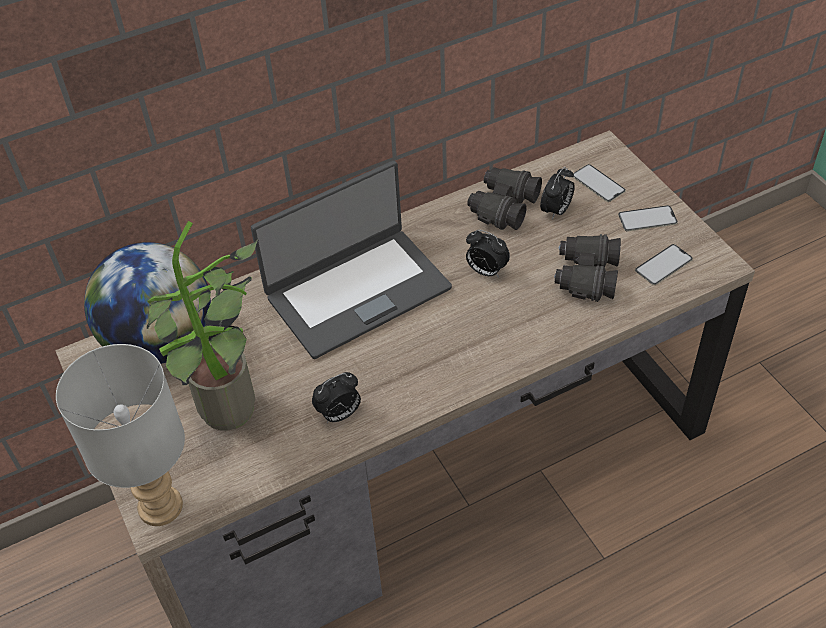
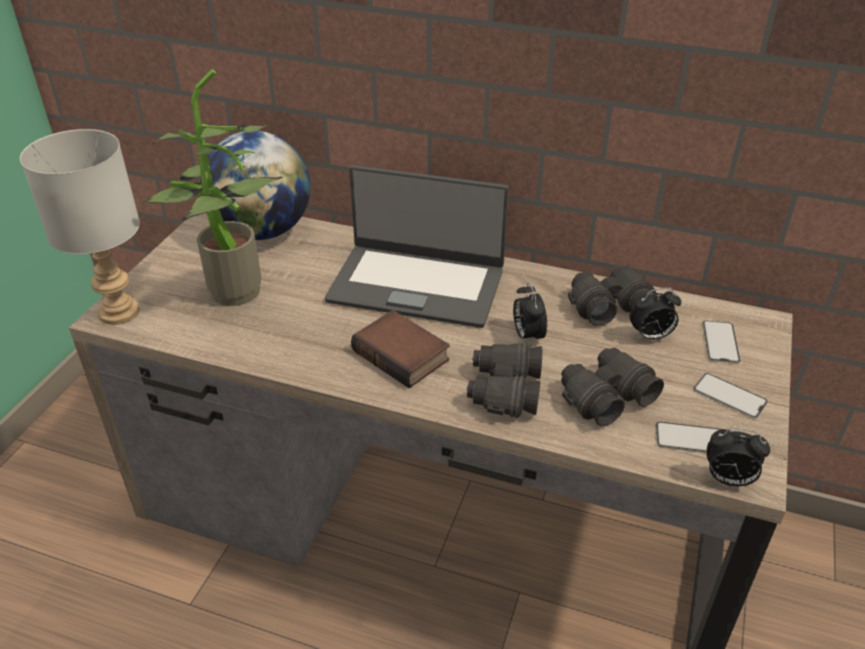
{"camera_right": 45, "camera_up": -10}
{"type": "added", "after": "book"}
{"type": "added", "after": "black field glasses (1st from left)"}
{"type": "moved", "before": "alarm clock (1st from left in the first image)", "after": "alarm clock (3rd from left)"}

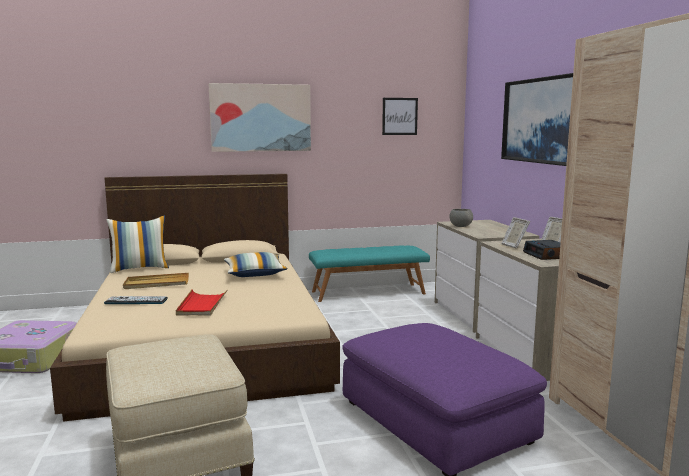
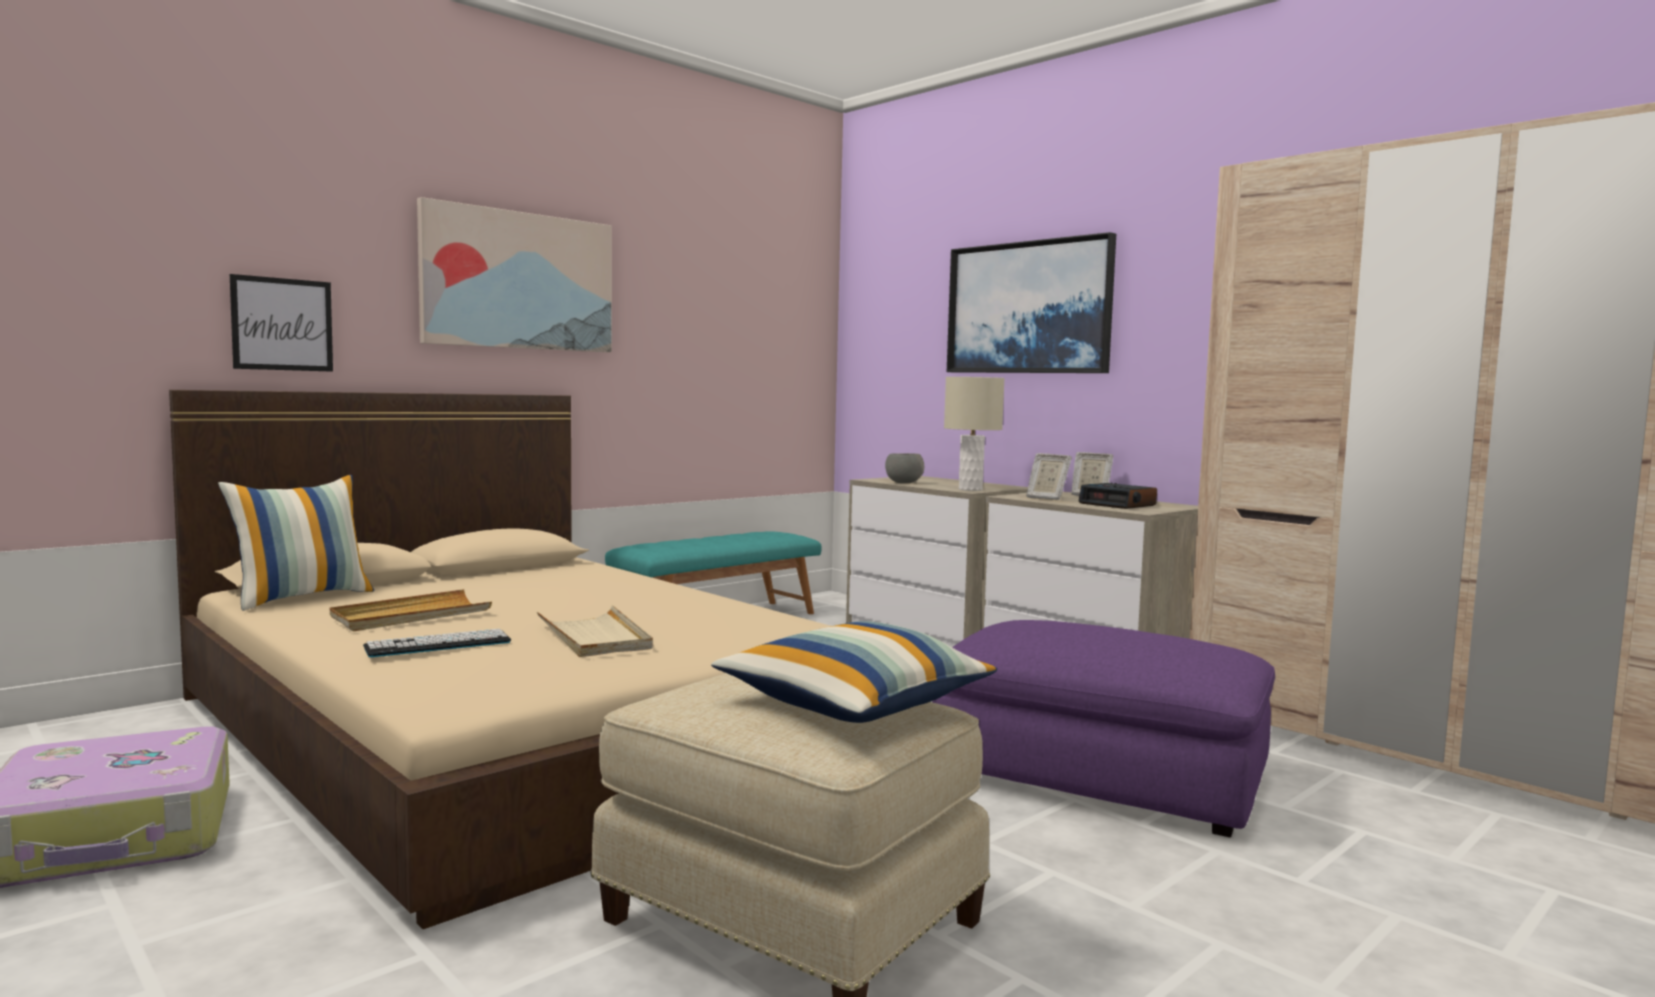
{"camera_right": -30, "camera_up": -5}
{"type": "moved", "before": "wall art (2nd from left in the first image)", "after": "wall art (1st from left)"}
{"type": "recoloured", "before": "red-coloured serving tray", "after": "beige-coloured serving tray (2nd from left)"}
{"type": "moved", "before": "pillow (2nd from left)"}
{"type": "added", "after": "beige-coloured tabletop lamp"}

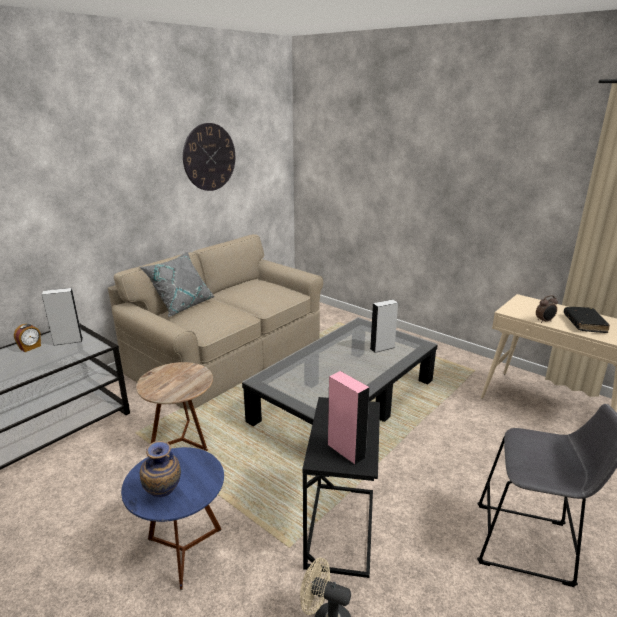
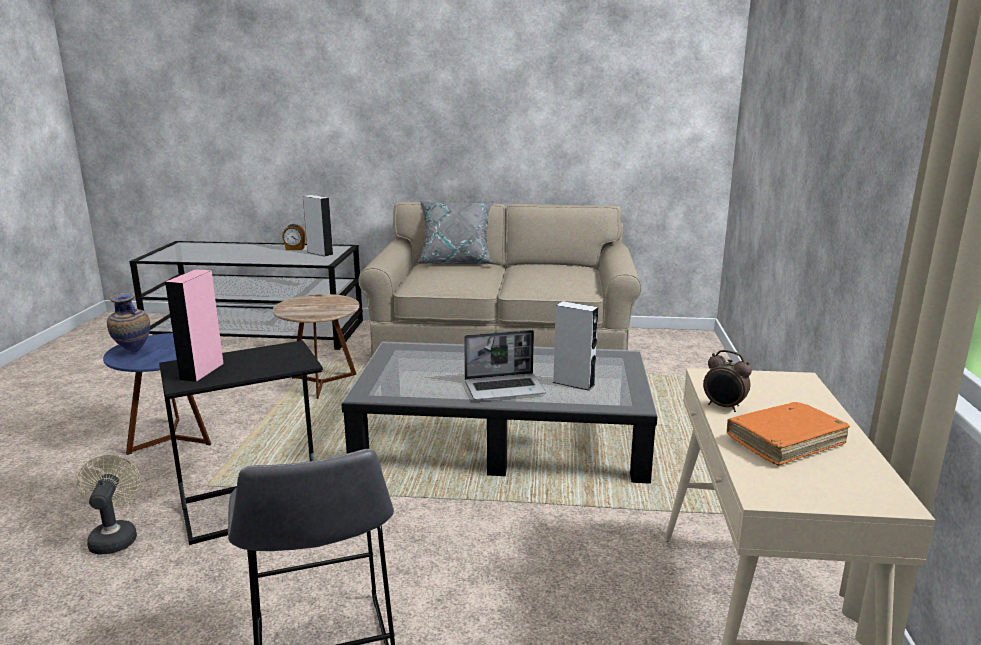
{"camera_right": 55, "camera_up": -5}
{"type": "added", "after": "portable computer"}
{"type": "recoloured", "before": "black book", "after": "orange book"}
{"type": "removed", "before": "wall clock"}

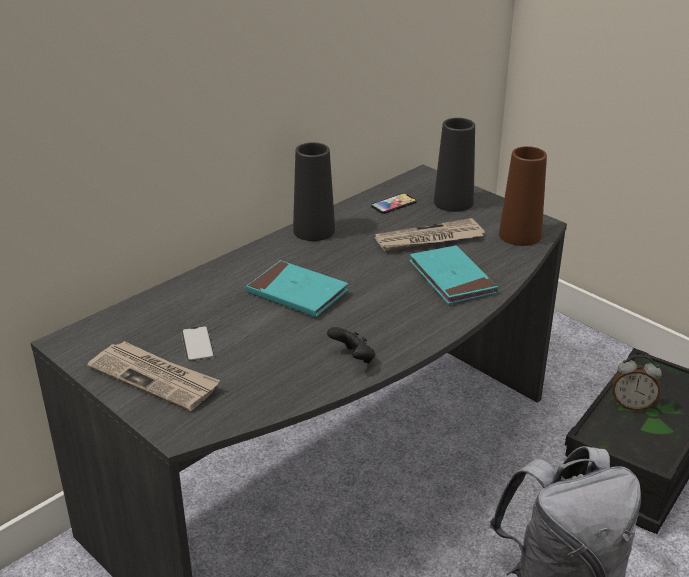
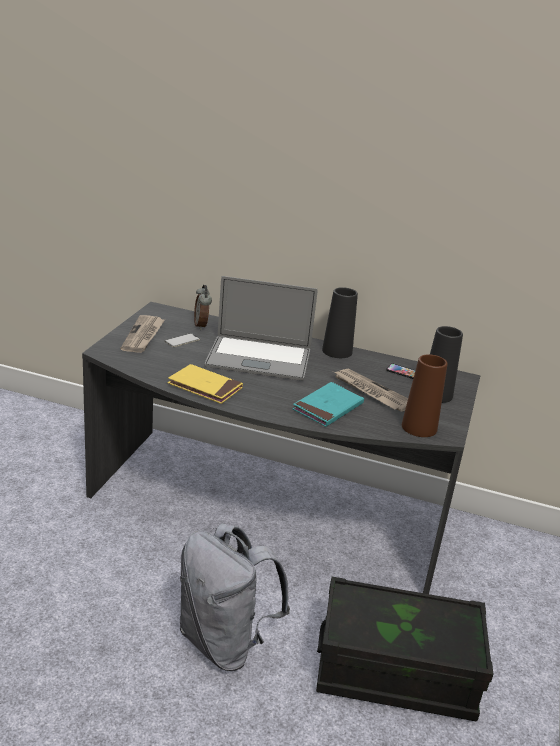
{"camera_right": 60, "camera_up": -5}
{"type": "replaced", "before": "black joypad", "after": "yellow-coloured book"}
{"type": "moved", "before": "alarm clock"}
{"type": "replaced", "before": "turquoise-coloured book (1st from left)", "after": "portable computer"}

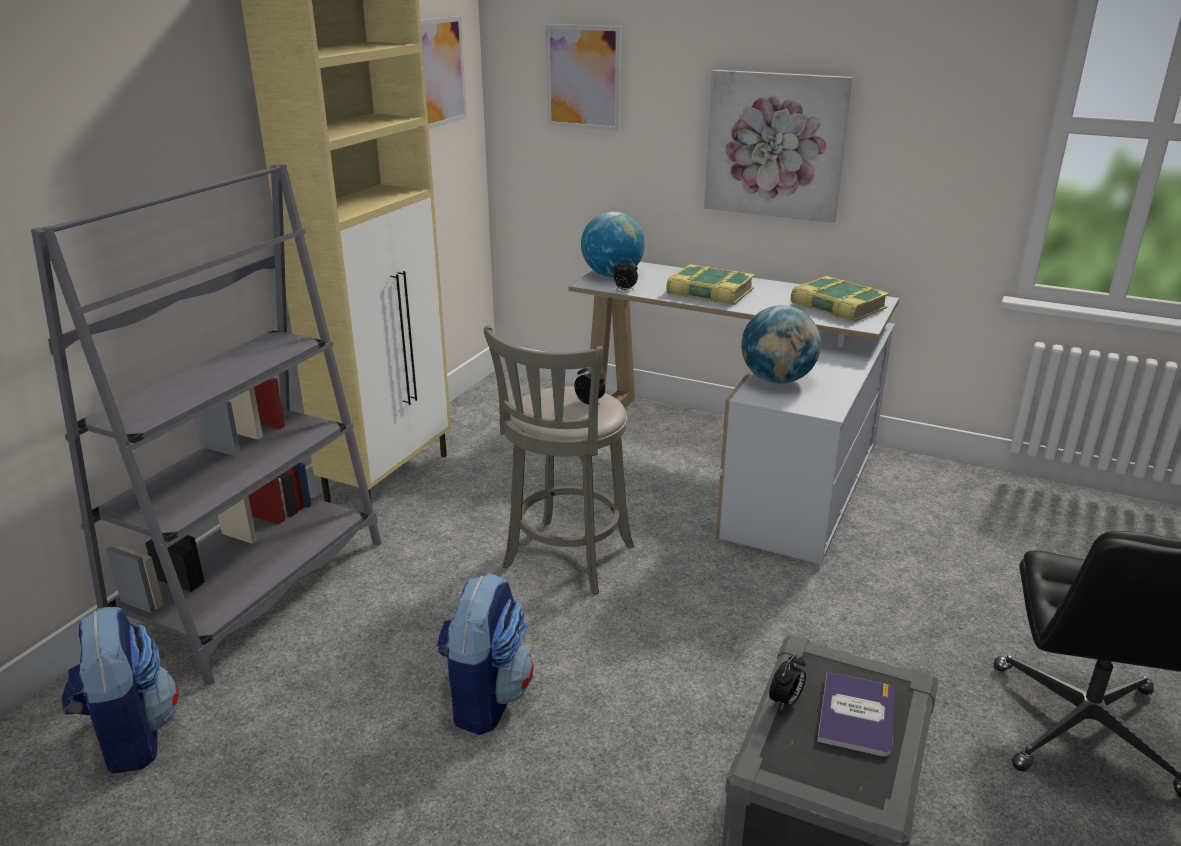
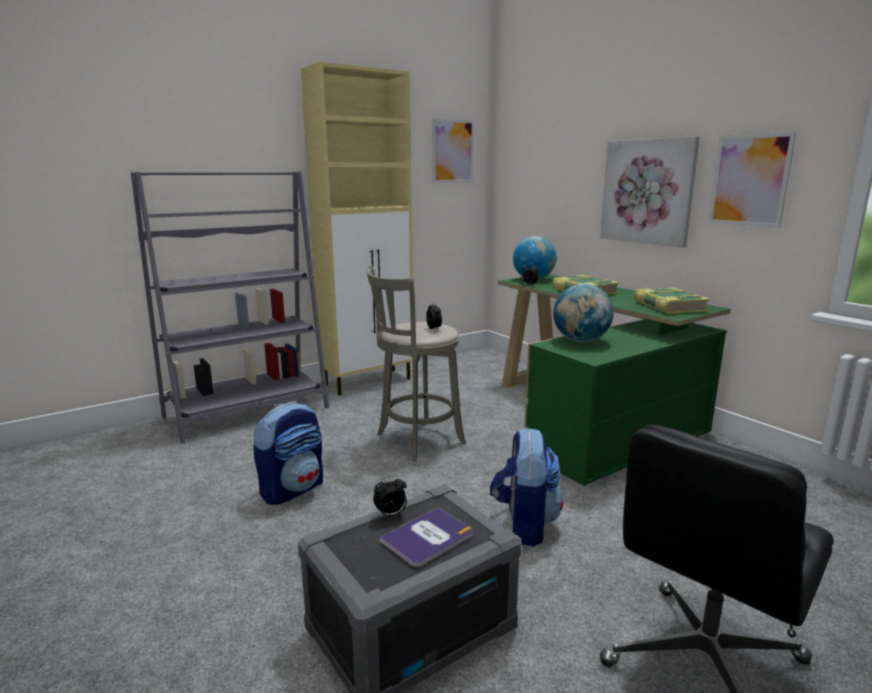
{"camera_right": 30, "camera_up": -10}
{"type": "moved", "before": "knapsack (1st from left in the first image)", "after": "knapsack (2nd from left)"}
{"type": "recoloured", "before": "whitish desk unit", "after": "green desk unit"}
{"type": "moved", "before": "wall art (2nd from left in the first image)", "after": "wall art (3rd from left)"}

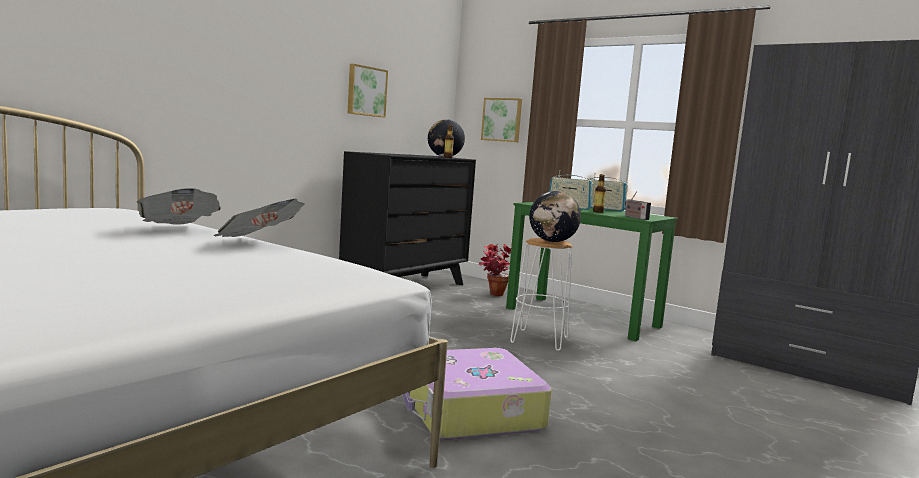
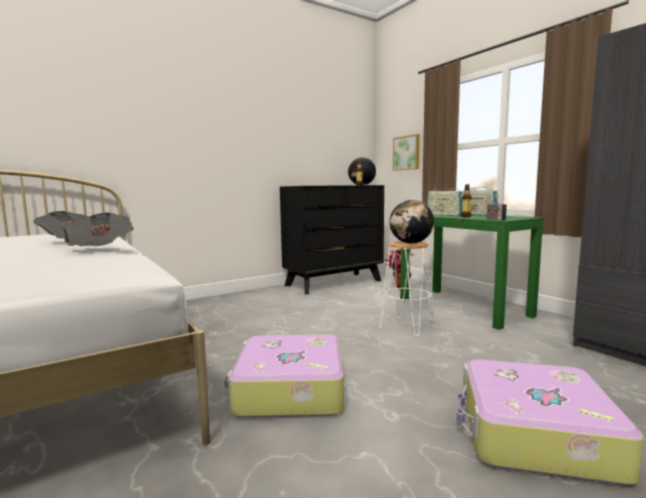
{"camera_right": 20, "camera_up": 0}
{"type": "added", "after": "travel case (2nd from left)"}
{"type": "removed", "before": "wall art (1st from left)"}

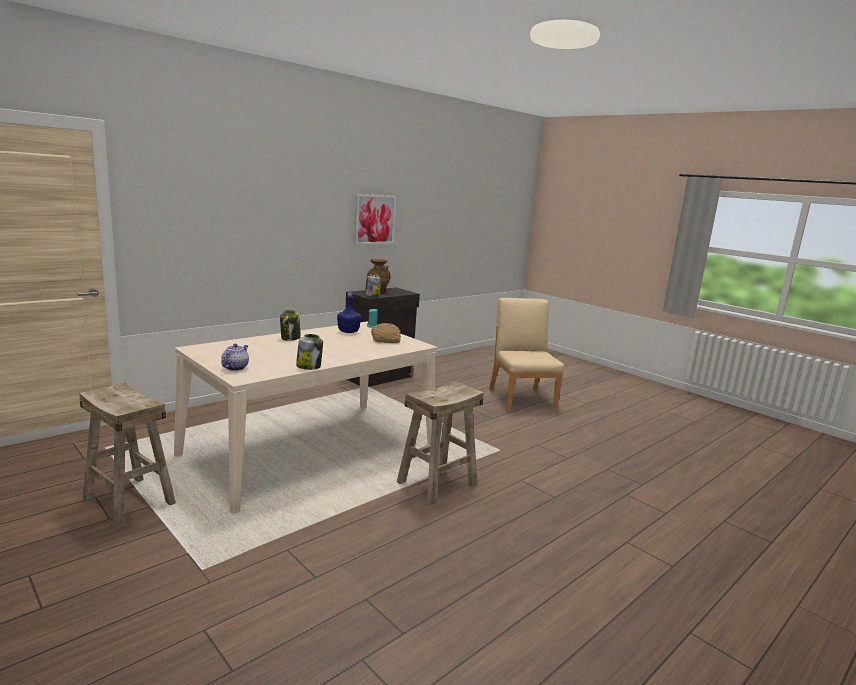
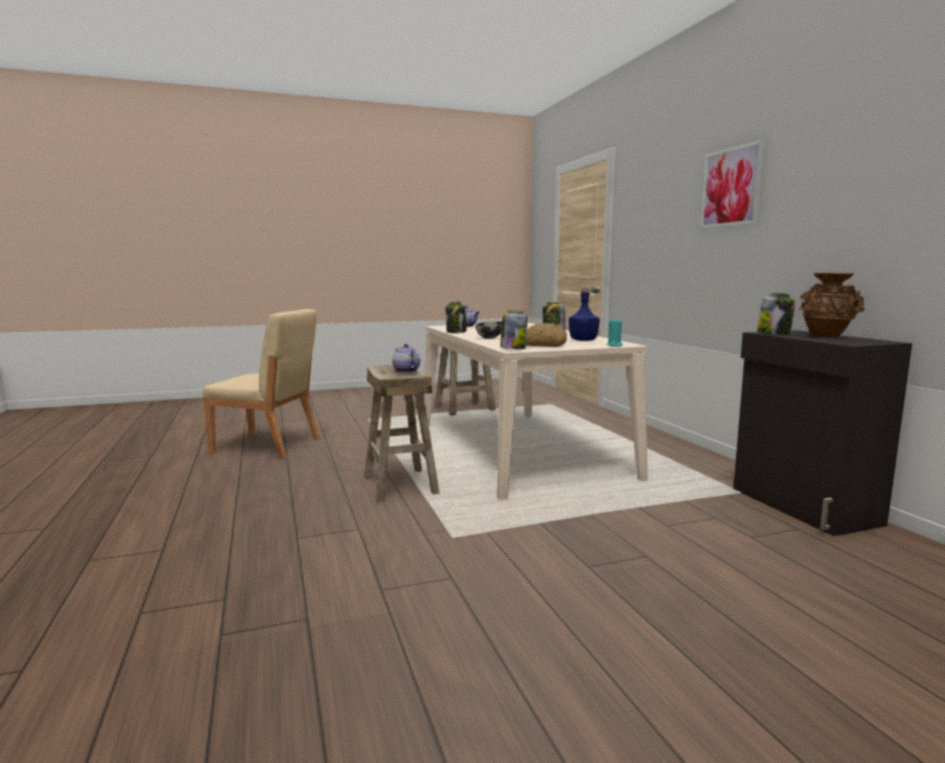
{"camera_right": 115, "camera_up": -5}
{"type": "moved", "before": "beige-coloured chair"}
{"type": "added", "after": "teapot (1st from left)"}
{"type": "added", "after": "bowl"}
{"type": "added", "after": "preserve jar (2nd from left)"}
{"type": "moved", "before": "wall art"}

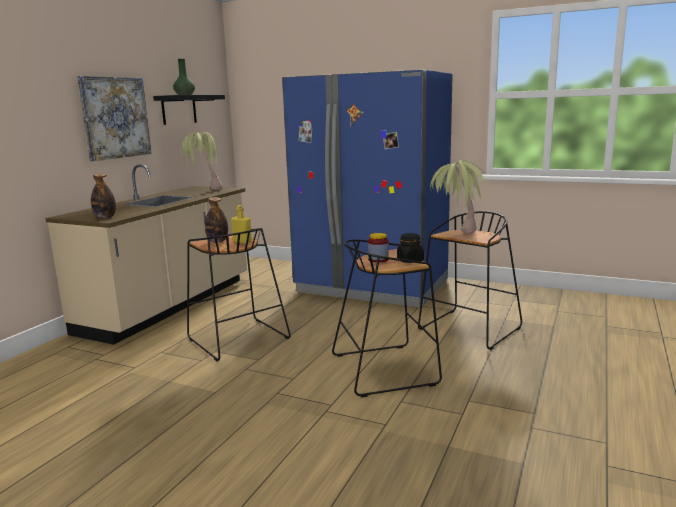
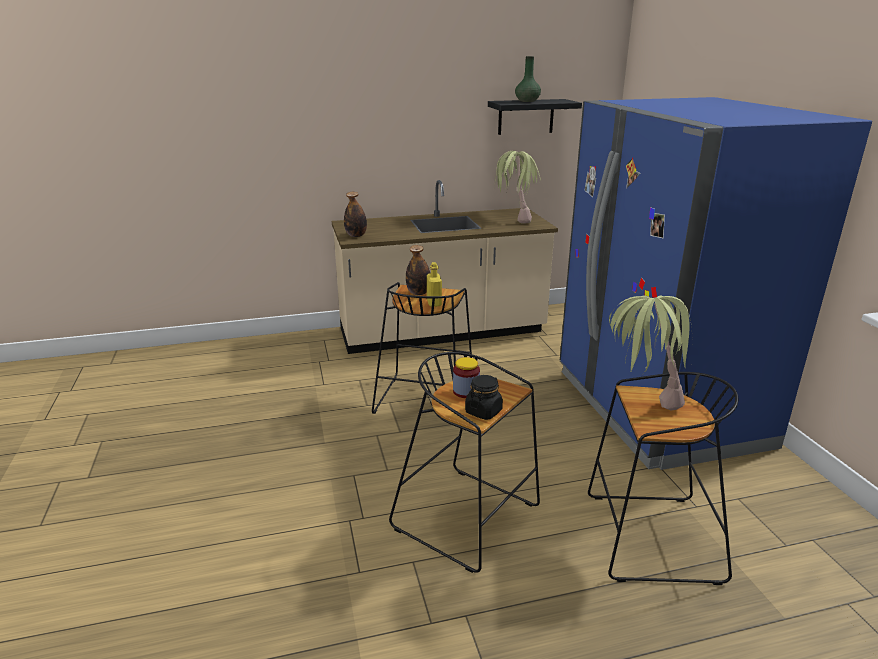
{"camera_right": 50, "camera_up": 10}
{"type": "removed", "before": "wall art"}

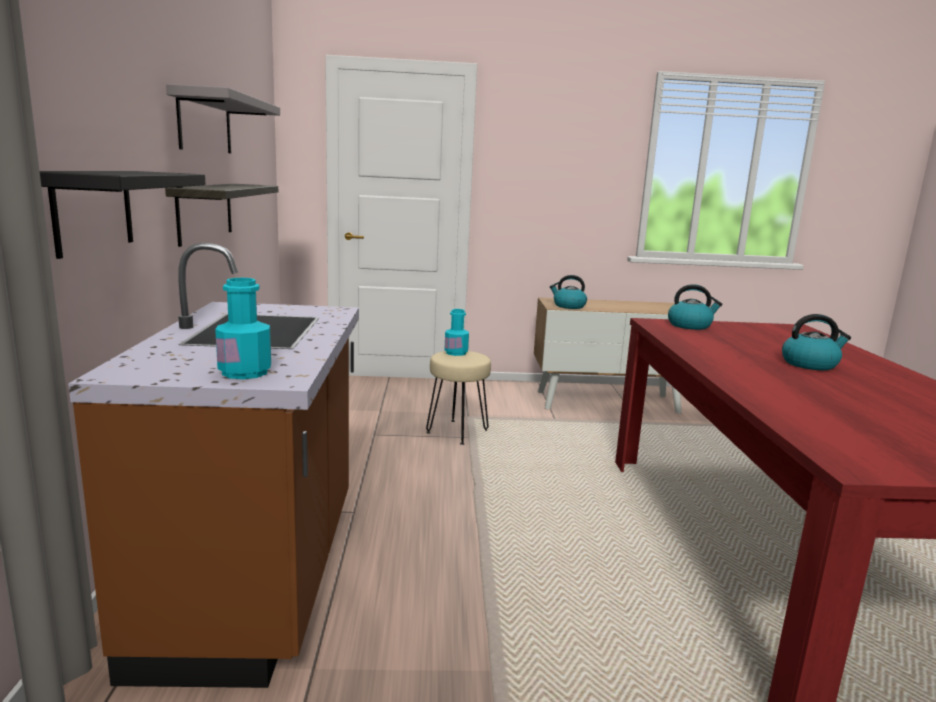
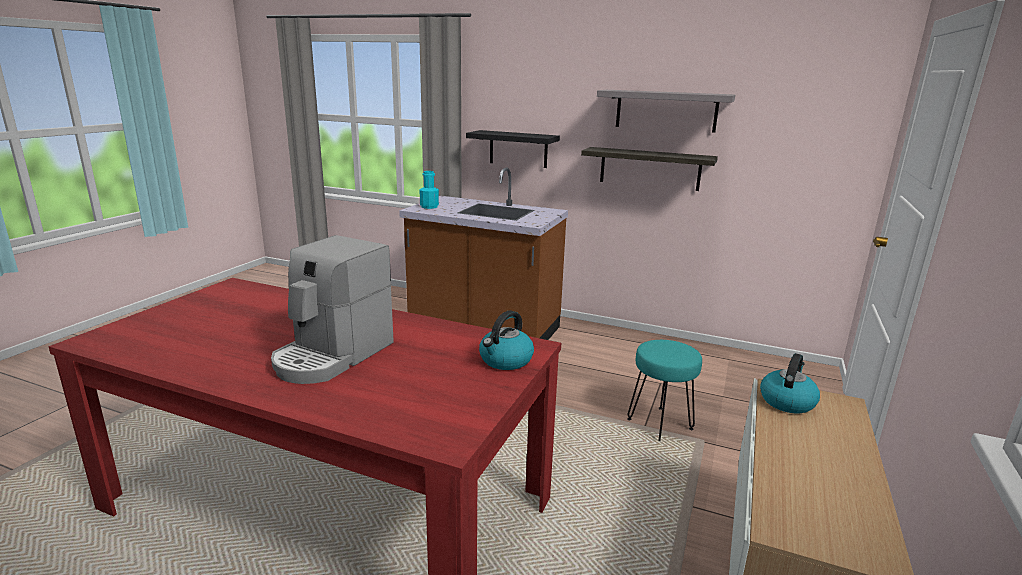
{"camera_right": 115, "camera_up": 5}
{"type": "replaced", "before": "tea kettle (3rd from left)", "after": "coffee maker"}
{"type": "recoloured", "before": "beige-coloured sitting stool", "after": "turquoise-coloured sitting stool"}
{"type": "removed", "before": "turquoise-coloured bottle (2nd from left)"}

